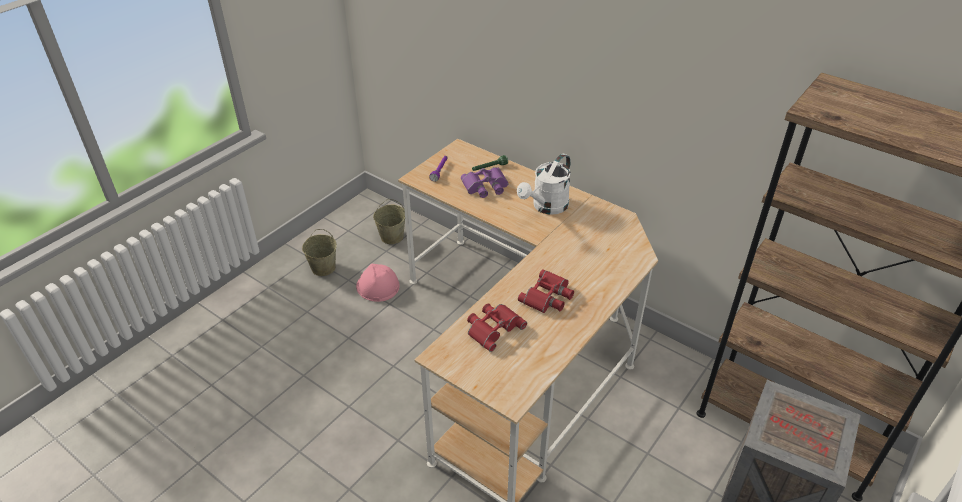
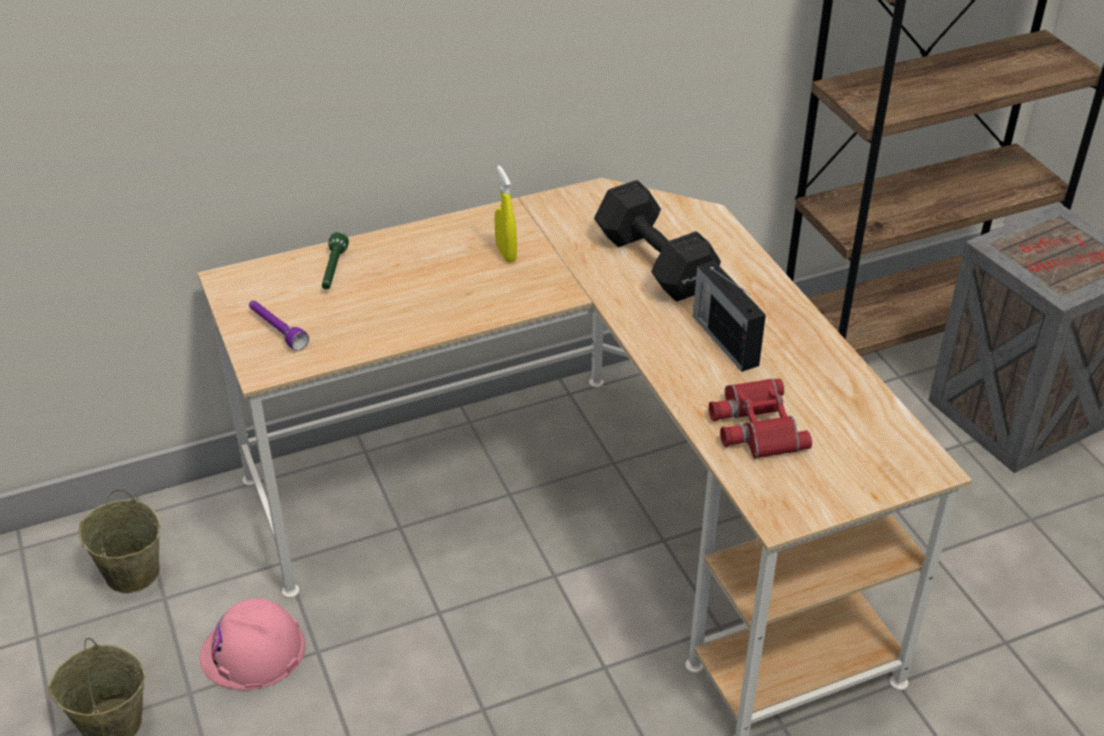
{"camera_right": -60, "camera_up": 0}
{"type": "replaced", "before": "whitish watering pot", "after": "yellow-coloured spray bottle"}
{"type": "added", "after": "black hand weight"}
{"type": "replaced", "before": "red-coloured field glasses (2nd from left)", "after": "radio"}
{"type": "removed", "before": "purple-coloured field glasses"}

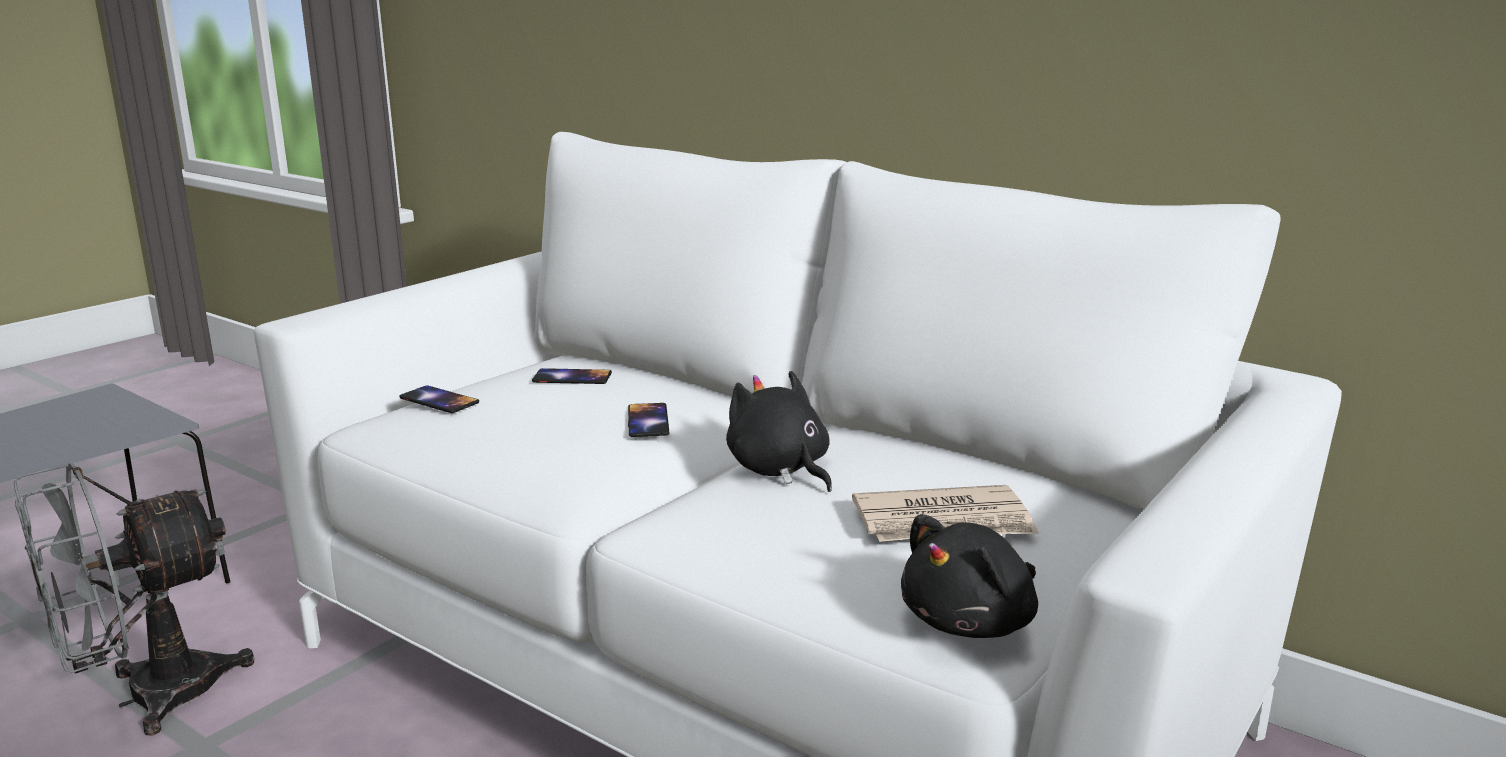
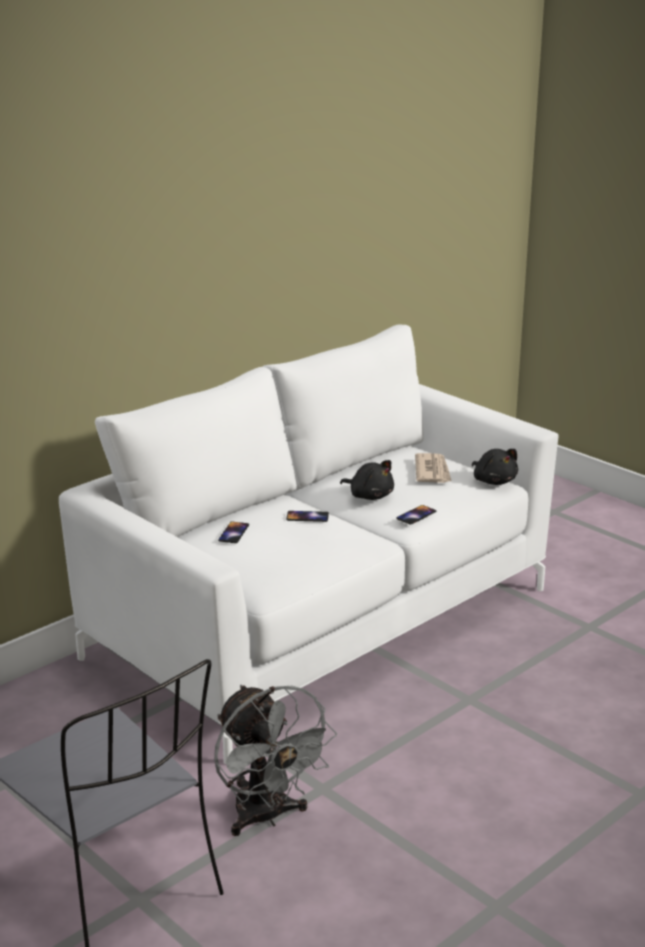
{"camera_right": -80, "camera_up": 5}
{"type": "turned", "before": "black cuddly toy (1st from left)", "turn": -120}
{"type": "moved", "before": "telephone (1st from left in the first image)", "after": "telephone (3rd from left)"}

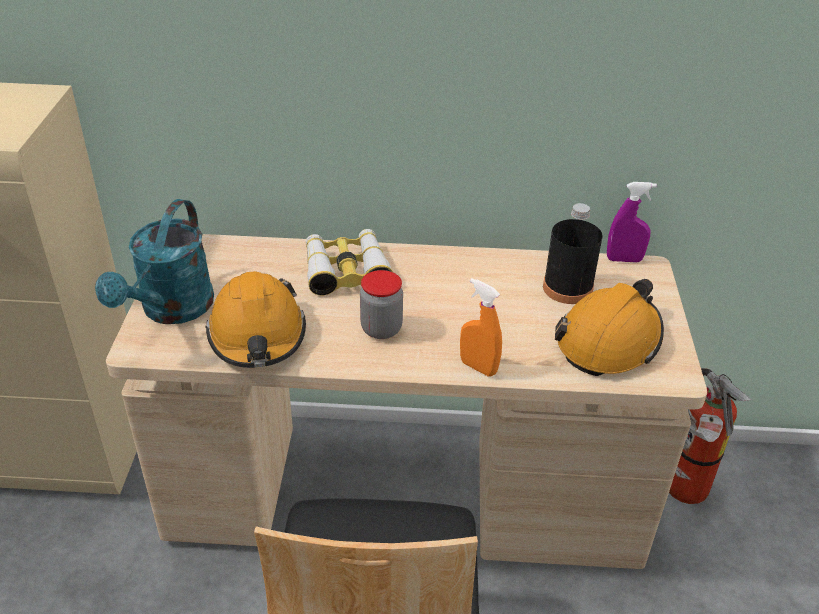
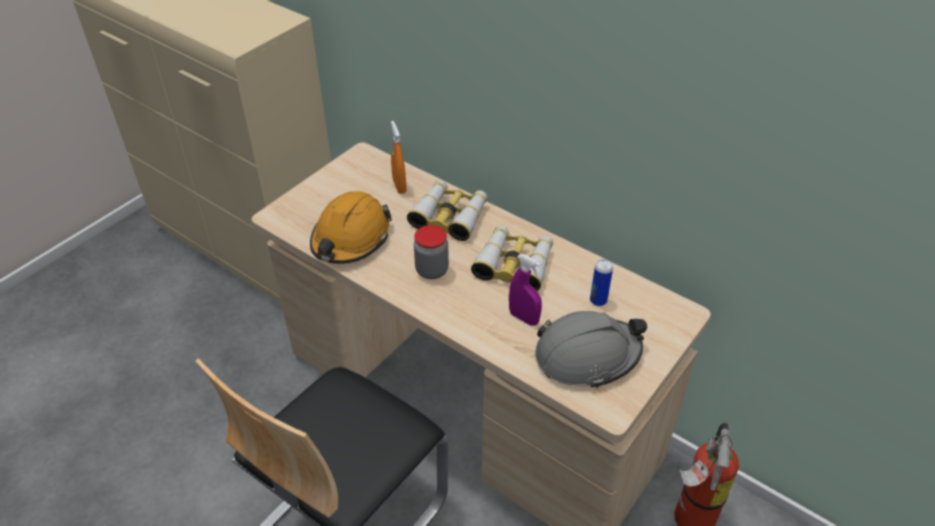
{"camera_right": 35, "camera_up": 5}
{"type": "moved", "before": "orange spray bottle"}
{"type": "added", "after": "field glasses (2nd from left)"}
{"type": "moved", "before": "purple-coloured spray bottle"}
{"type": "recoloured", "before": "orange safety helmet (2nd from left)", "after": "grey safety helmet"}
{"type": "replaced", "before": "black bottle", "after": "metal can"}
{"type": "removed", "before": "turquoise-coloured watering pot"}

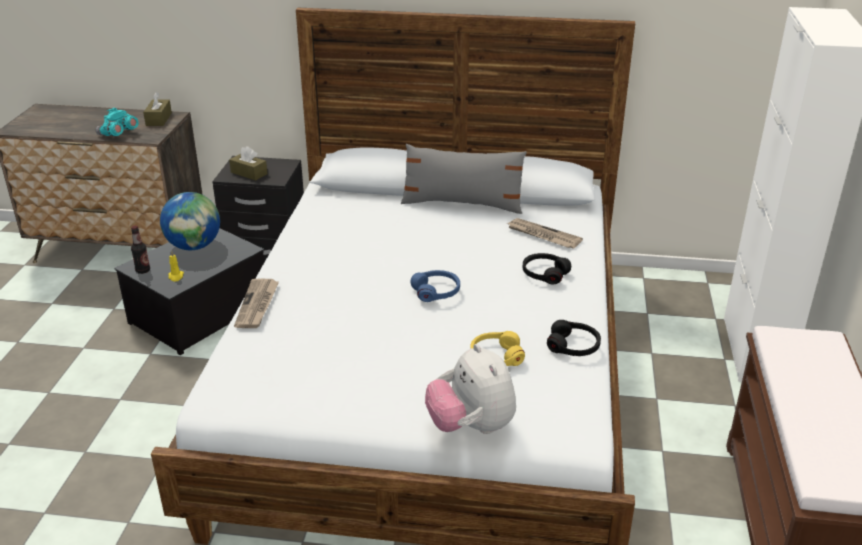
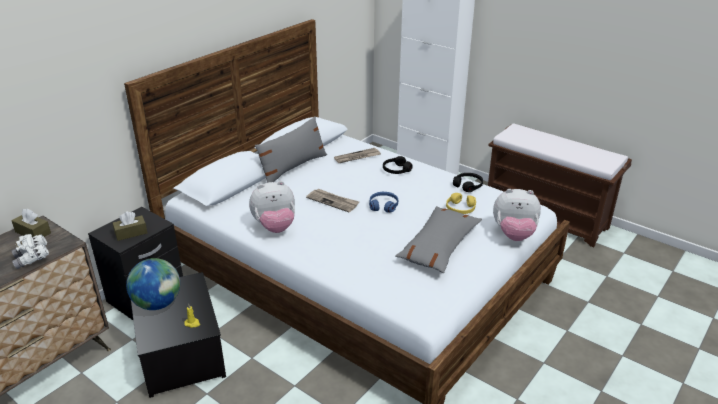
{"camera_right": -60, "camera_up": 0}
{"type": "recoloured", "before": "turquoise-coloured field glasses", "after": "whitish field glasses"}
{"type": "added", "after": "cuddly toy (1st from left)"}
{"type": "moved", "before": "printed paper (1st from left)"}
{"type": "added", "after": "grey pillow (2nd from left)"}
{"type": "removed", "before": "bottle"}

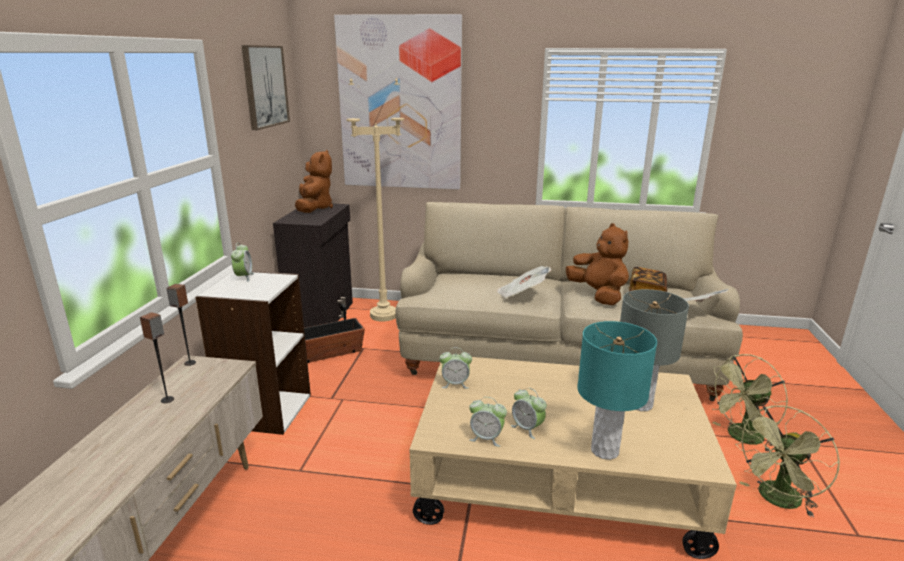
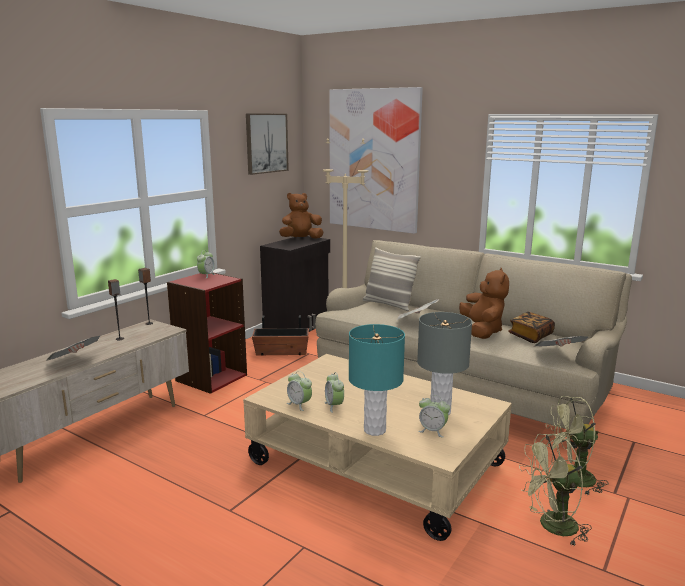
{"camera_right": 25, "camera_up": -5}
{"type": "added", "after": "printed paper (1st from left)"}
{"type": "recoloured", "before": "whitish bookshelf", "after": "red-coloured bookshelf"}
{"type": "turned", "before": "brown cuddly toy (1st from left)", "turn": -135}
{"type": "added", "after": "pillow"}
{"type": "moved", "before": "alarm clock (2nd from left in the first image)", "after": "alarm clock (4th from left)"}

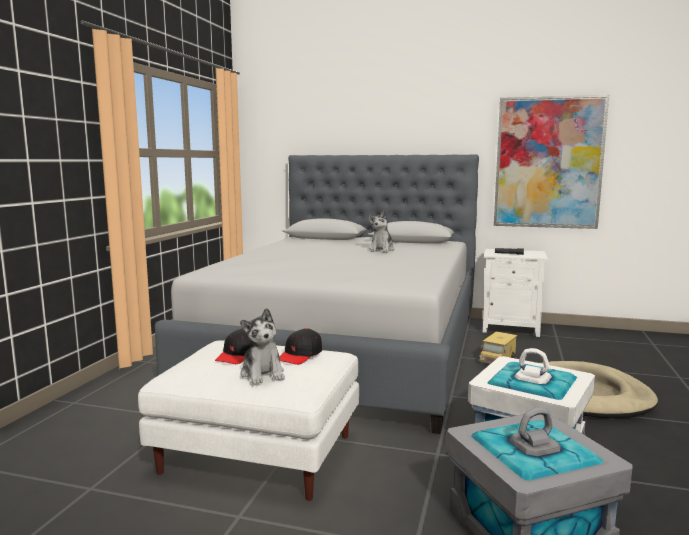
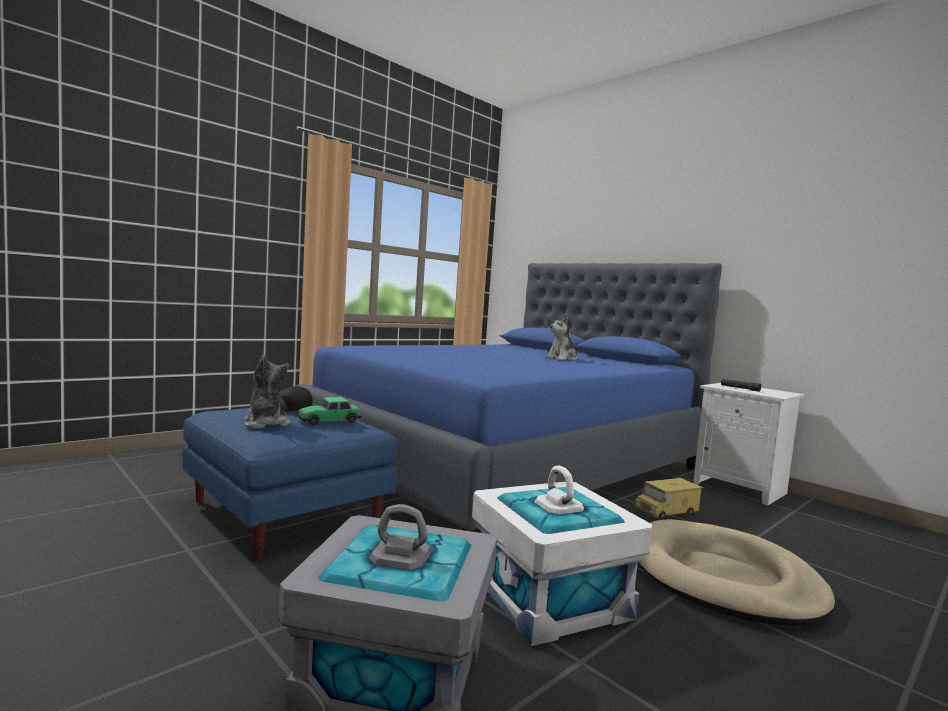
{"camera_right": 30, "camera_up": -5}
{"type": "recoloured", "before": "whitish pouffe", "after": "blue pouffe"}
{"type": "turned", "before": "cuddly toy (1st from left)", "turn": 135}
{"type": "recoloured", "before": "grey bed", "after": "blue bed"}
{"type": "replaced", "before": "black peaked cap (2nd from left)", "after": "model car"}
{"type": "removed", "before": "wall art"}

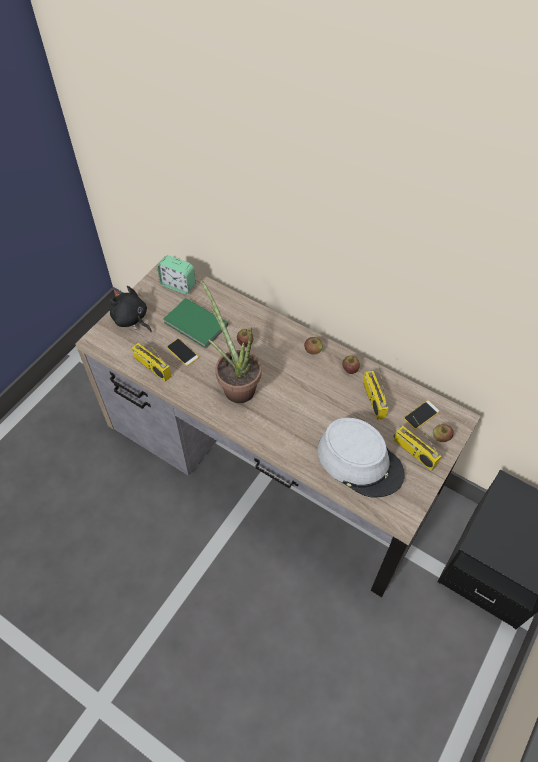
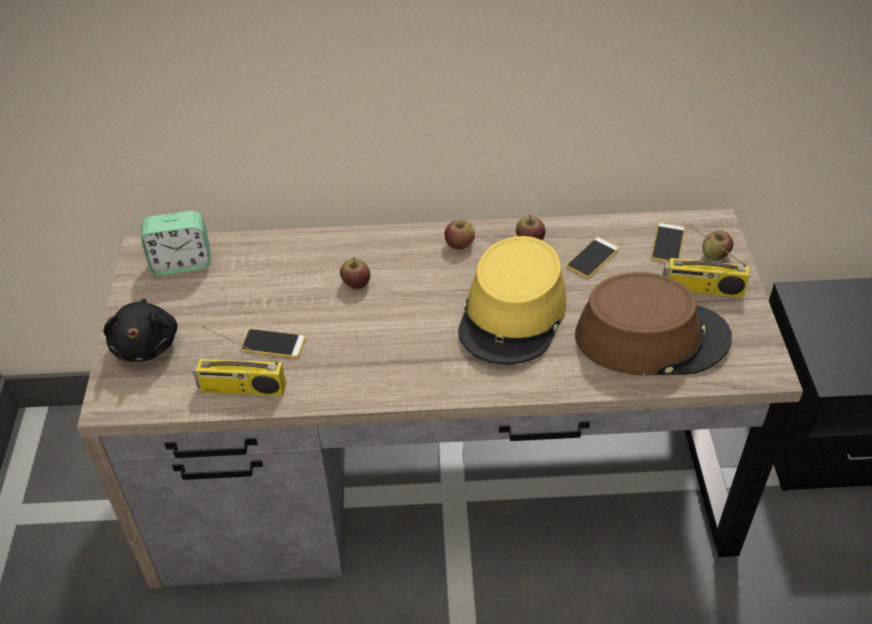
{"camera_right": -35, "camera_up": -10}
{"type": "turned", "before": "black cuddly toy", "turn": -105}
{"type": "added", "after": "yellow-coloured clothing hat"}
{"type": "replaced", "before": "radio (2nd from left)", "after": "telephone (2nd from left)"}
{"type": "recoloured", "before": "grey clothing hat", "after": "brown clothing hat"}
{"type": "removed", "before": "green book"}
{"type": "removed", "before": "houseplant"}

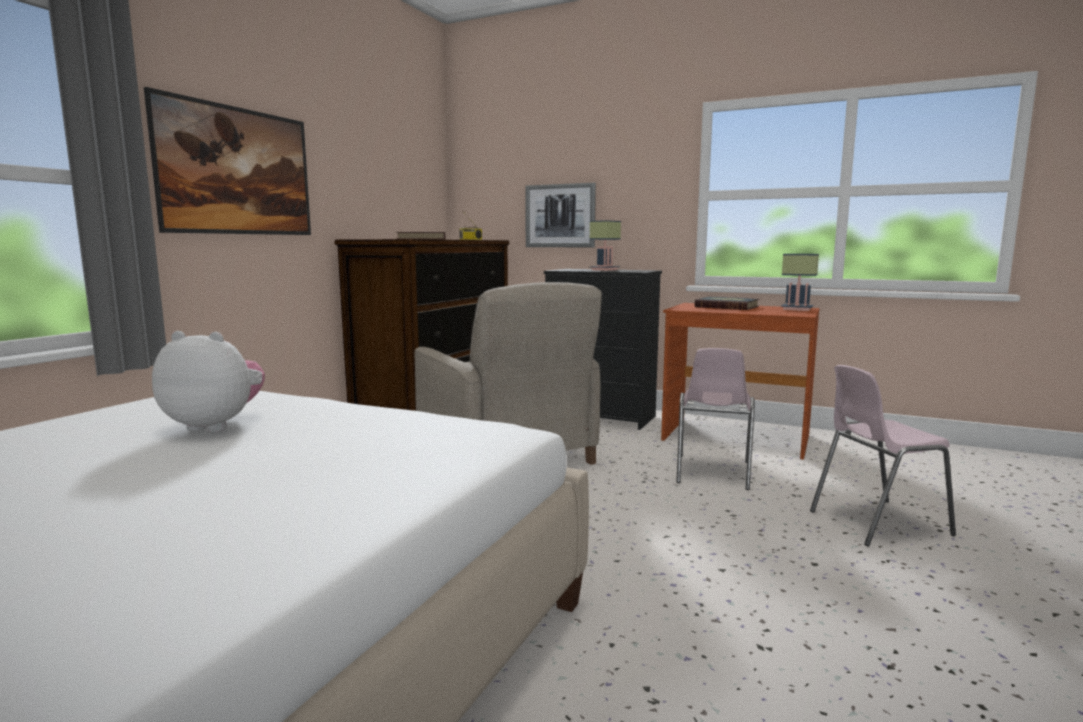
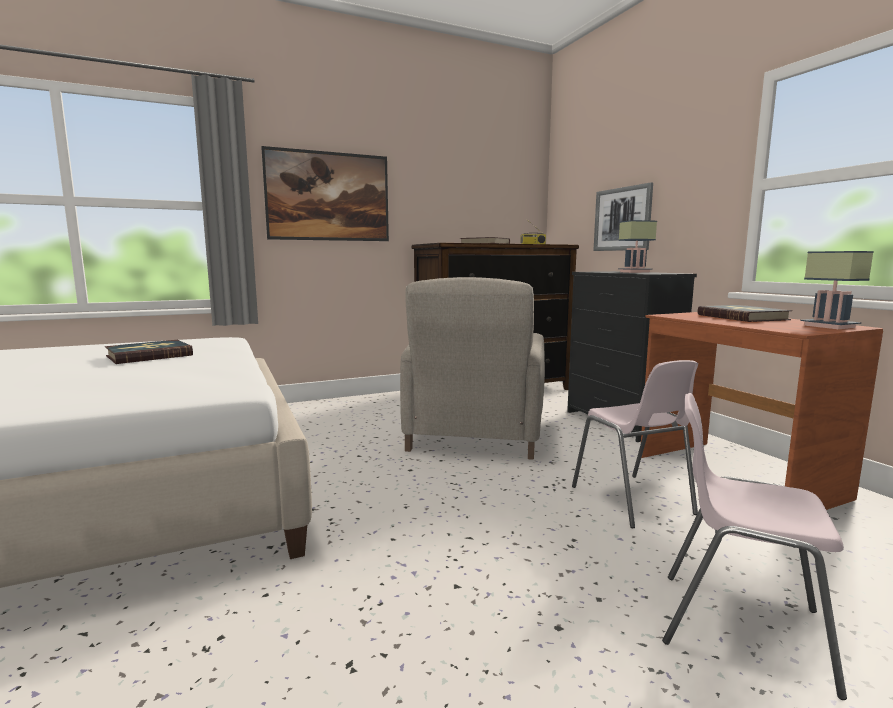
{"camera_right": 40, "camera_up": 0}
{"type": "replaced", "before": "cuddly toy", "after": "book (1st from left)"}
{"type": "turned", "before": "pink-coloured chair (1st from left)", "turn": -75}

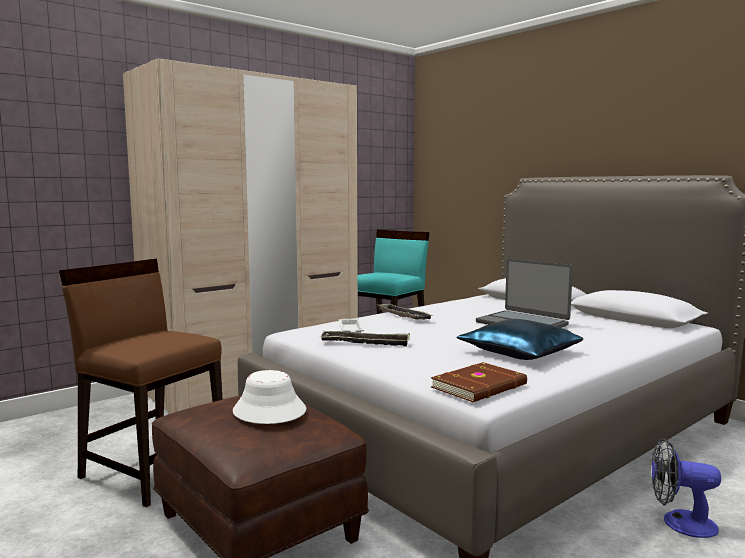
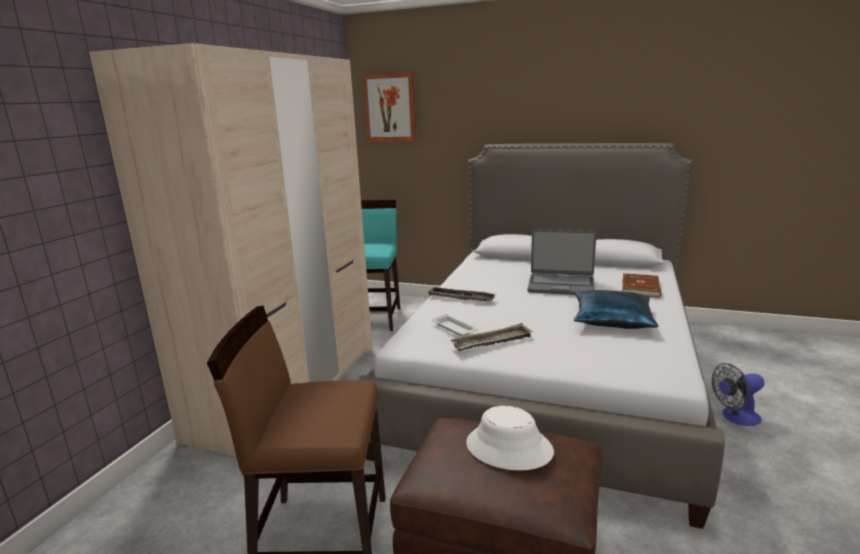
{"camera_right": -30, "camera_up": 10}
{"type": "added", "after": "wall art"}
{"type": "moved", "before": "brown book"}

